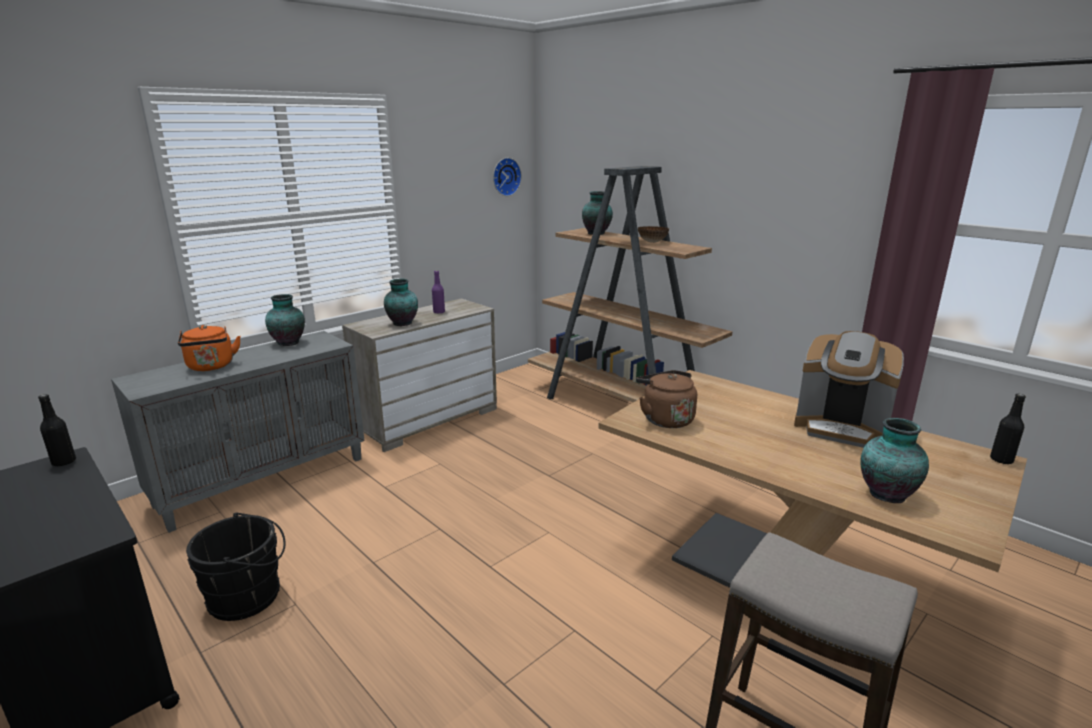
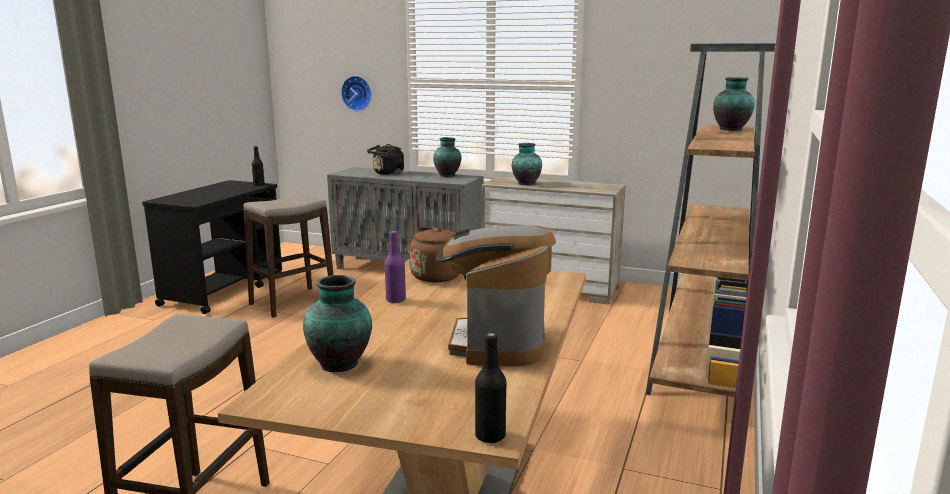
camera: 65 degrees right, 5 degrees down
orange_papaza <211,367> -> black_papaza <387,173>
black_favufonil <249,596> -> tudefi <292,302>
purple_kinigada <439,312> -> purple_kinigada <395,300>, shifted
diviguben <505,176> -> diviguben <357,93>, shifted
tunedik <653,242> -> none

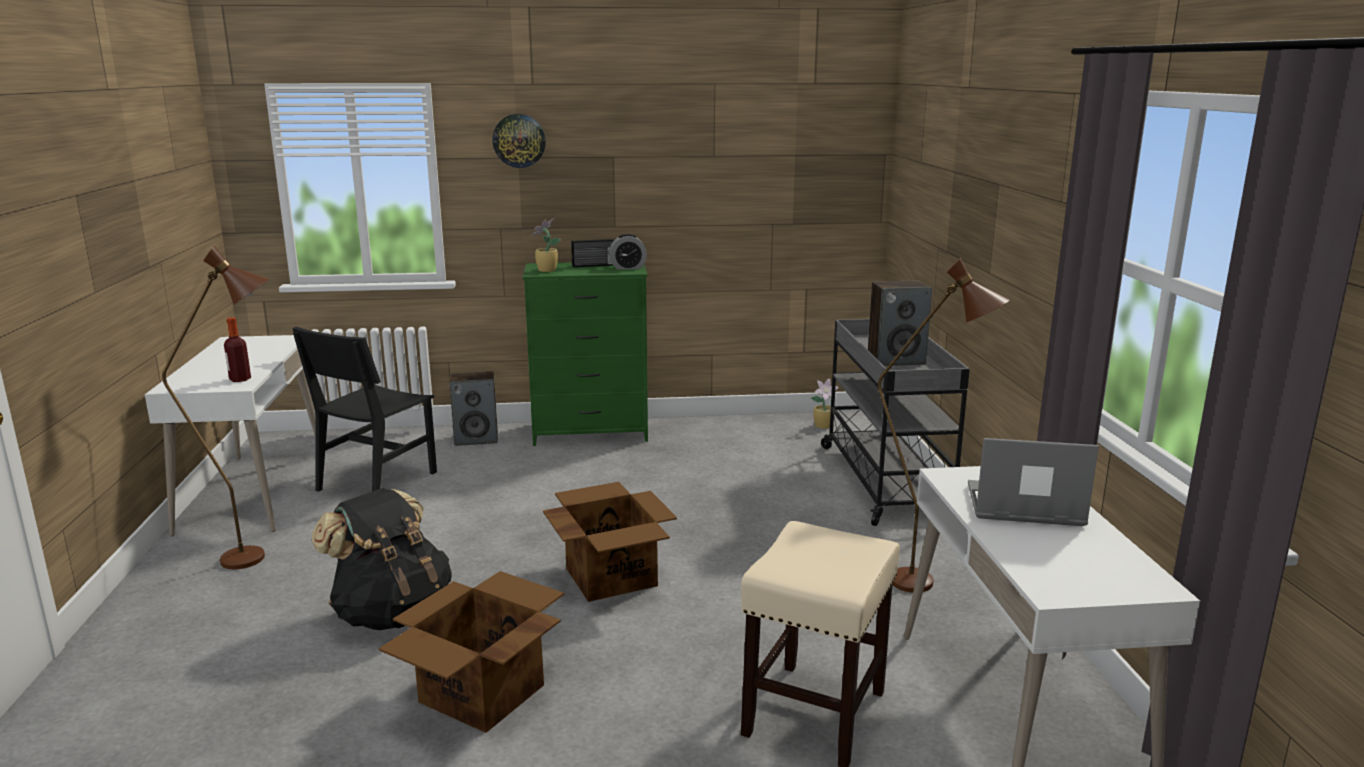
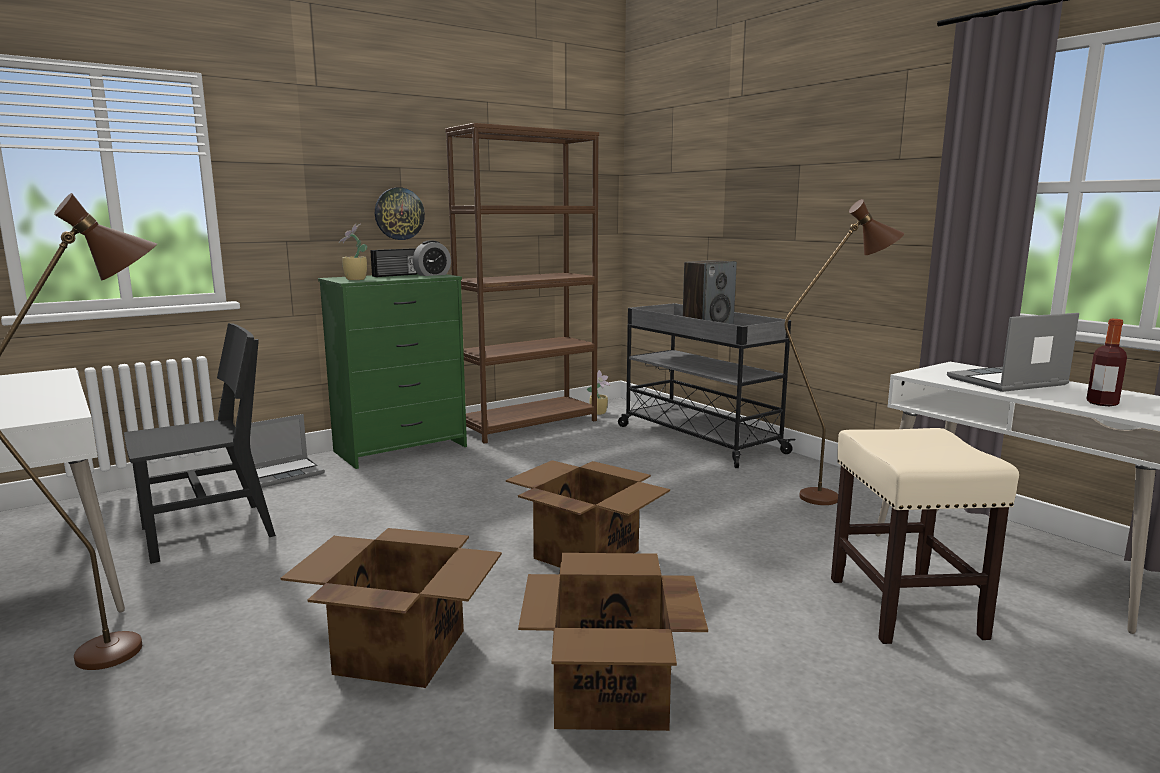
camera: 30 degrees left, 5 degrees down
kinigada <240,379> -> kinigada <1102,403>, shifted
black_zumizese <377,481> -> black_zumizese <208,532>, 120 degrees counterclockwise
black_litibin <392,613> -> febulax <399,651>
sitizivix <477,439> -> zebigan <284,474>
diviguben <519,141> -> diviguben <399,213>, shifted
none -> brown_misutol <529,425>

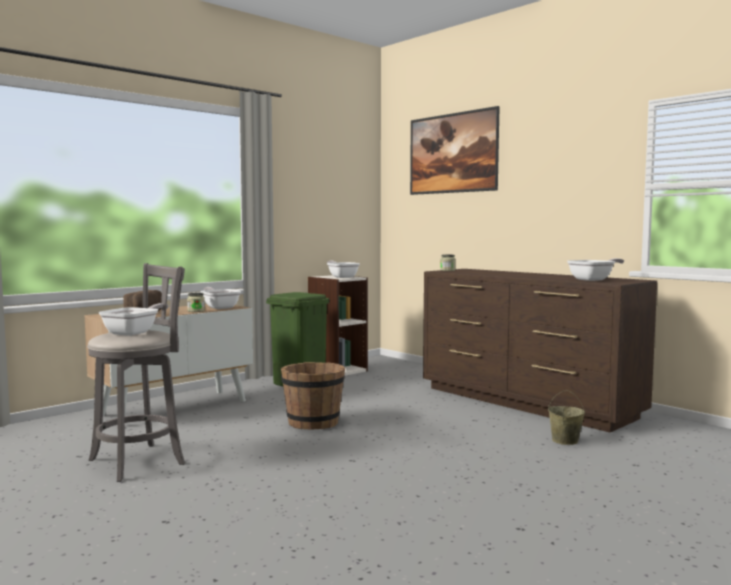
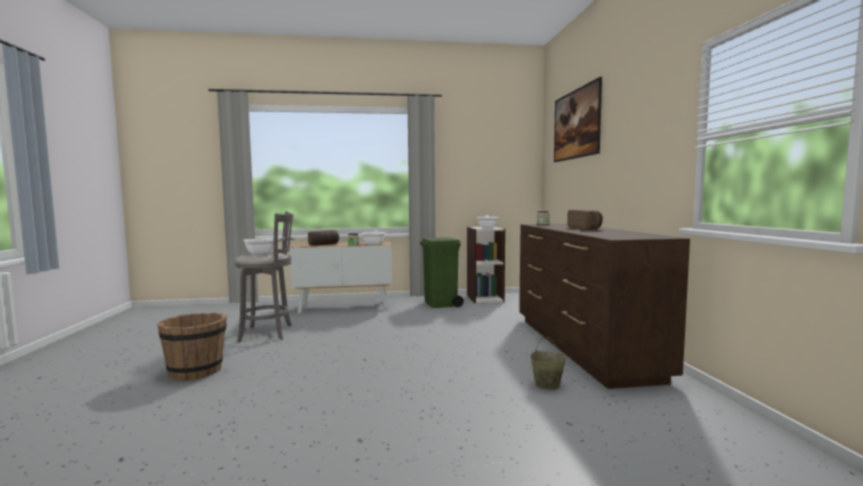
camera: 35 degrees right, 0 degrees up
brown_favufonil <313,423> -> brown_favufonil <196,371>, shifted
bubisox <594,279> -> none
none -> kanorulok <585,228>

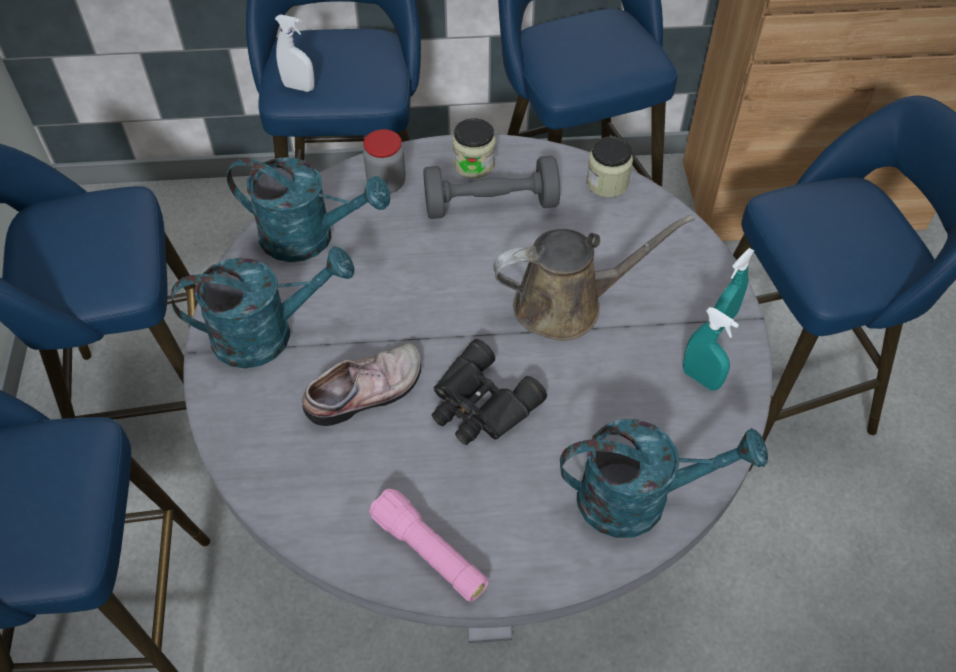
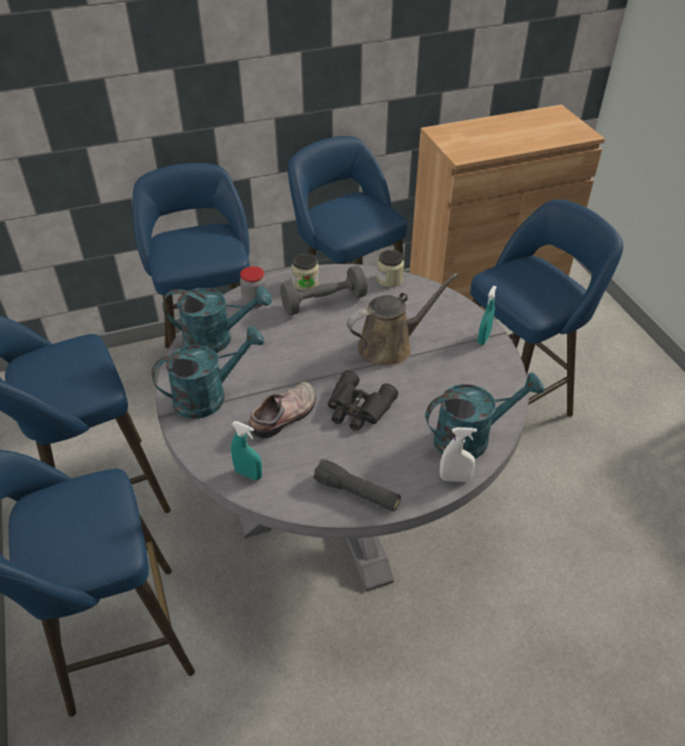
camera: 15 degrees left, 10 degrees down
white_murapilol <299,87> -> white_murapilol <455,478>, shifted
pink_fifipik <429,552> -> black_fifipik <357,493>
turquoise_murapilol <701,378> -> turquoise_murapilol <248,474>, shifted

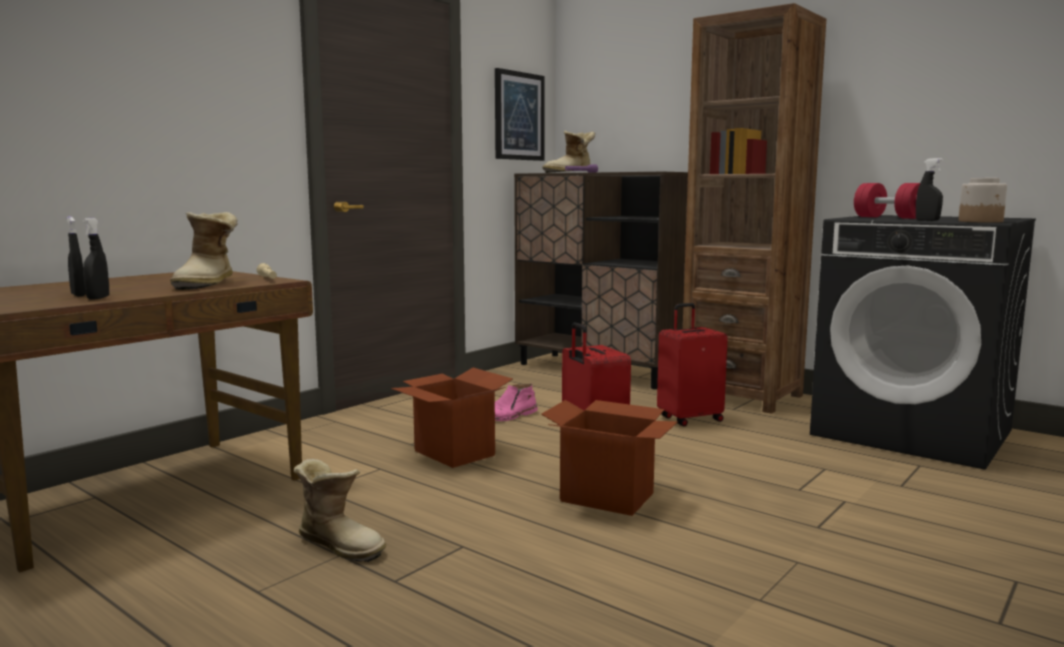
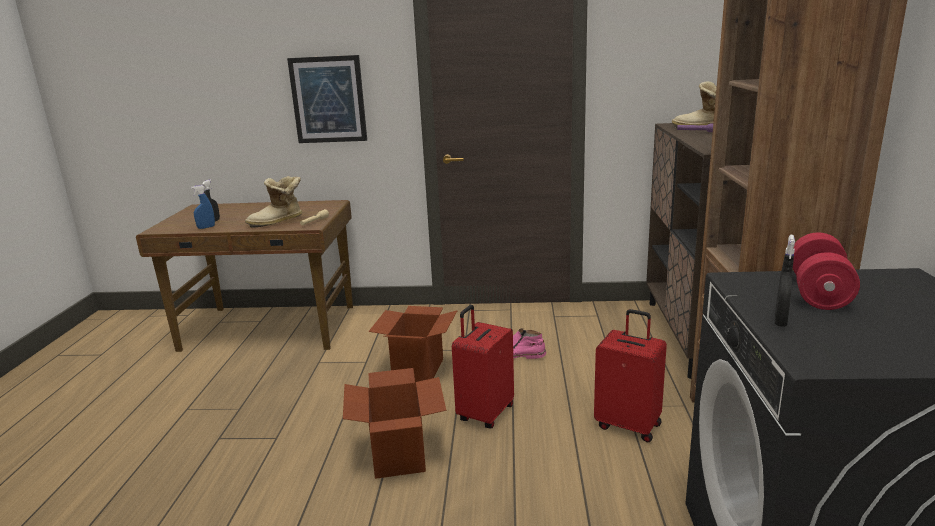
camera: 55 degrees right, 10 degrees up
black_murapilol <98,298> -> blue_murapilol <206,227>
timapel <341,544> -> none
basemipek <519,116> -> basemipek <328,99>, shifted
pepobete <981,221> -> none

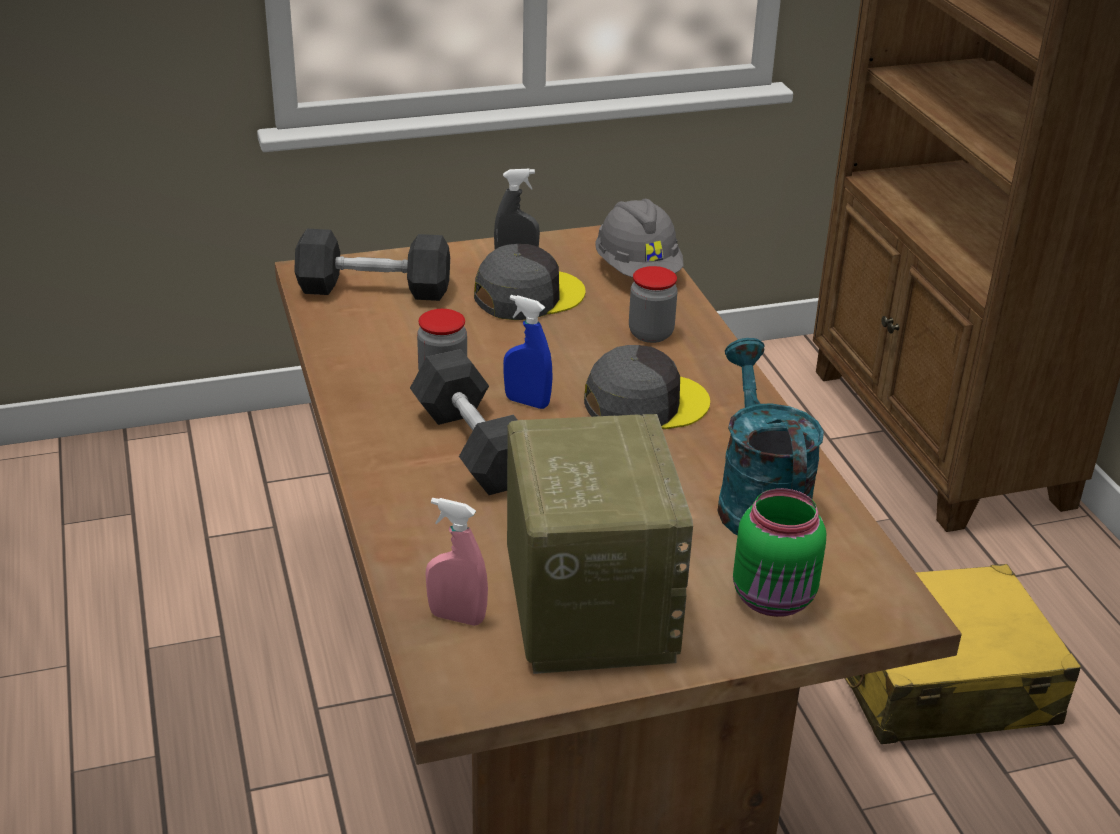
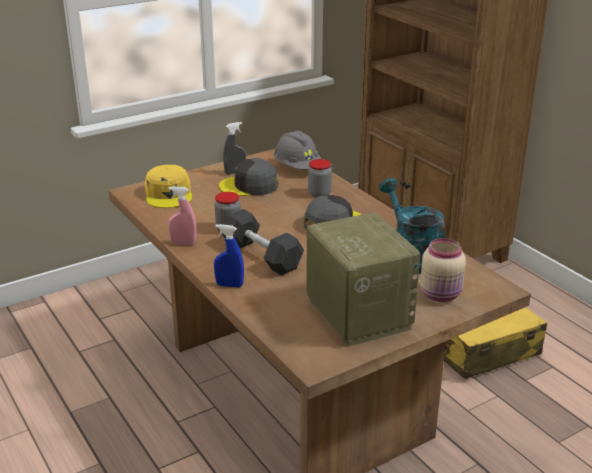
camera: 15 degrees left, 5 degrees down
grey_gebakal <374,289> -> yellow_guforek <169,194>
pink_murapilol <457,617> -> pink_murapilol <183,243>, shifted
grey_guforek <528,295> -> grey_guforek <249,186>, 135 degrees counterclockwise
blue_murapilol <527,402> -> blue_murapilol <229,285>, shifted
green_pepobete <775,599> -> beige_pepobete <441,295>

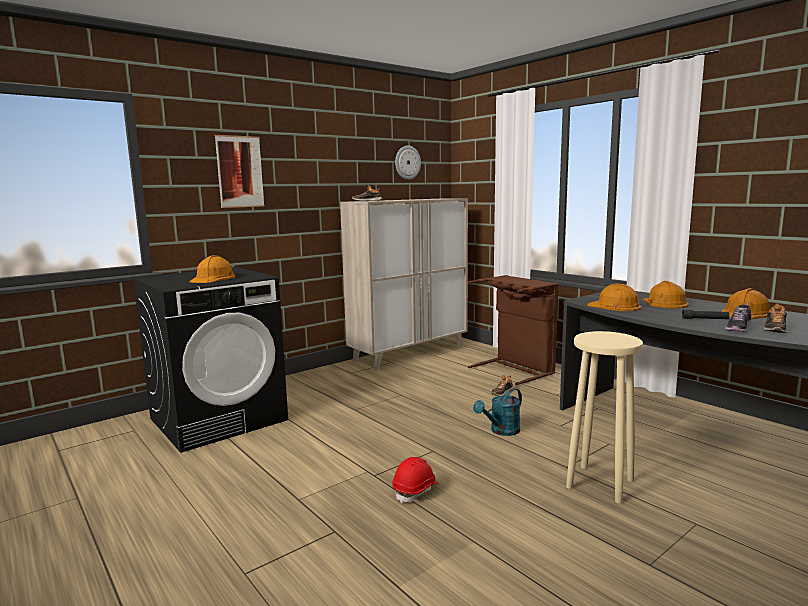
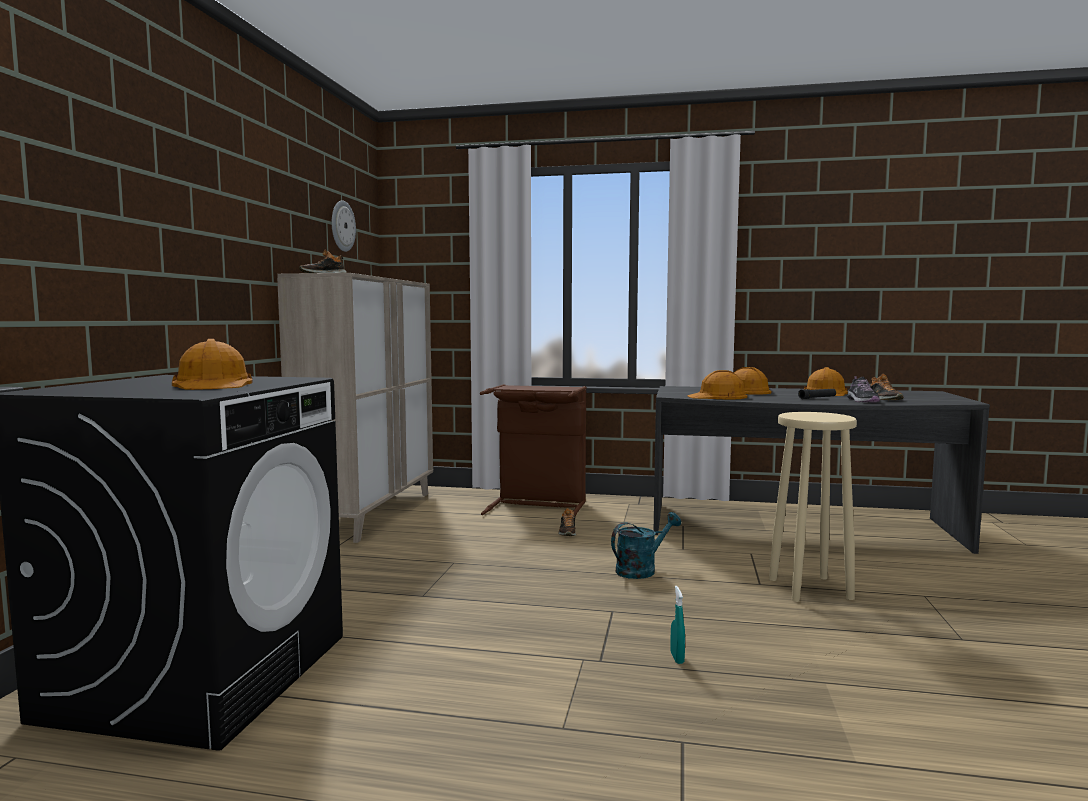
camera: 40 degrees left, 5 degrees down
basemipek <240,171> -> none
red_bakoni <415,490> -> turquoise_murapilol <677,658>
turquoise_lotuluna <501,431> -> turquoise_lotuluna <641,570>, 135 degrees counterclockwise

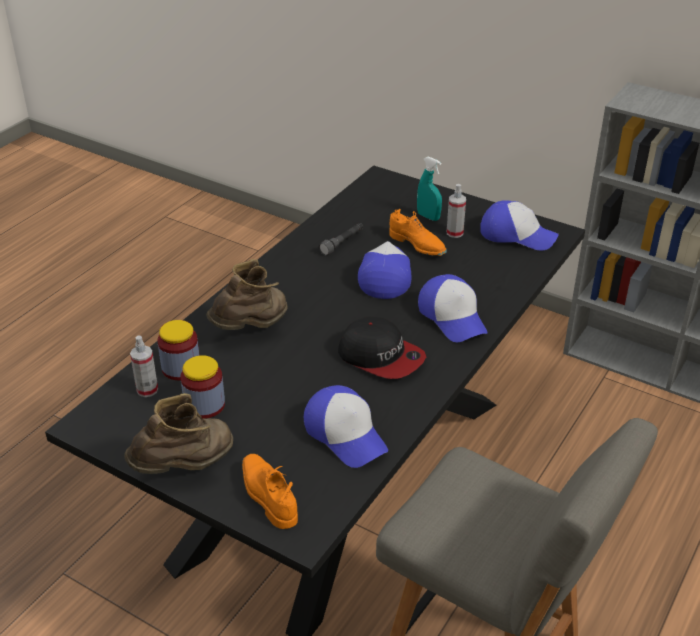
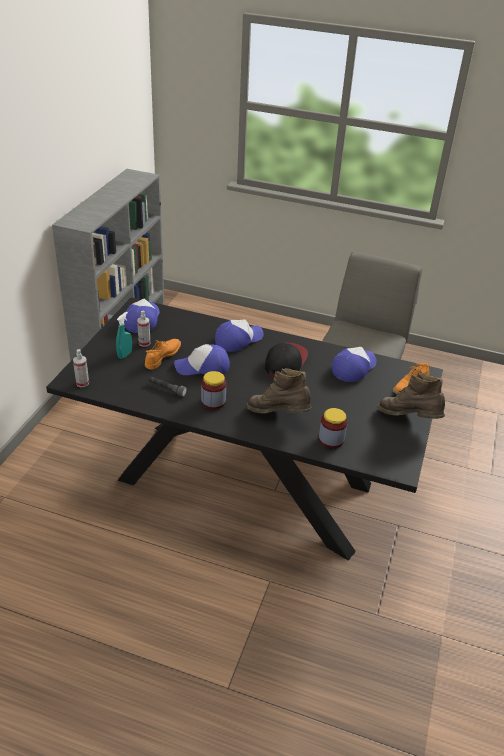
camera: 105 degrees left, 0 degrees up
murapilol <147,390> -> murapilol <82,383>, shifted
pepobete <204,405> -> pepobete <213,401>, shifted

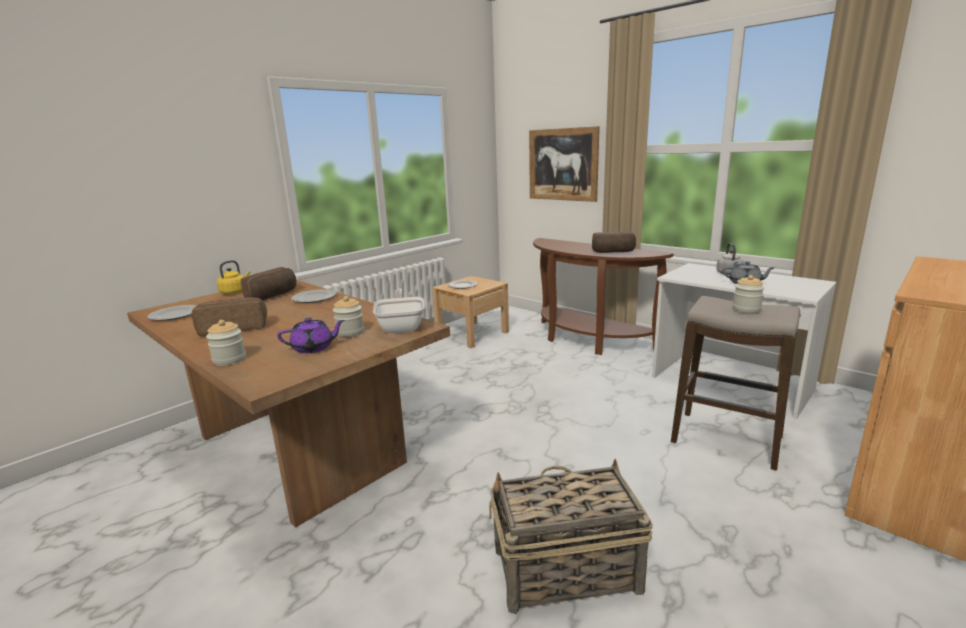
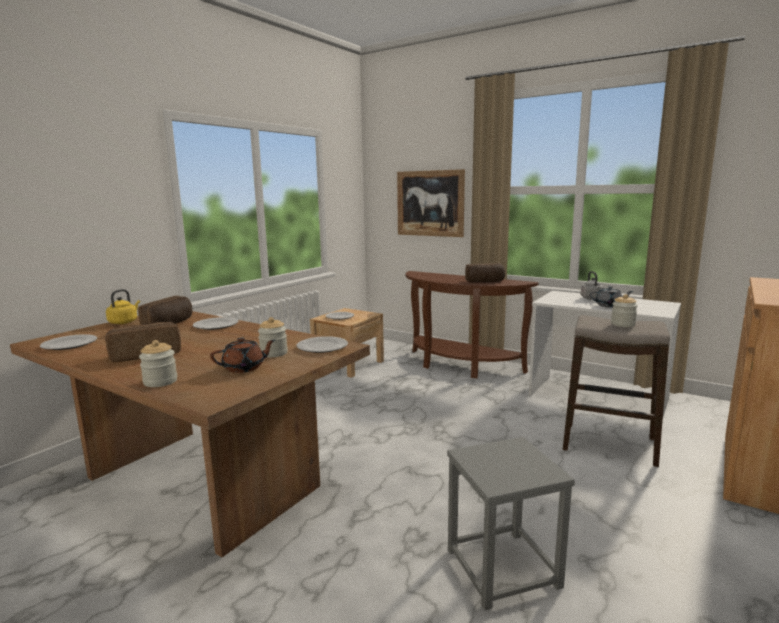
camera: 10 degrees left, 5 degrees down
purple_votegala <313,348> -> brown_votegala <244,368>
bubisox <401,326> -> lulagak <323,346>
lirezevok <564,570> -> grey_tudefi <503,569>

